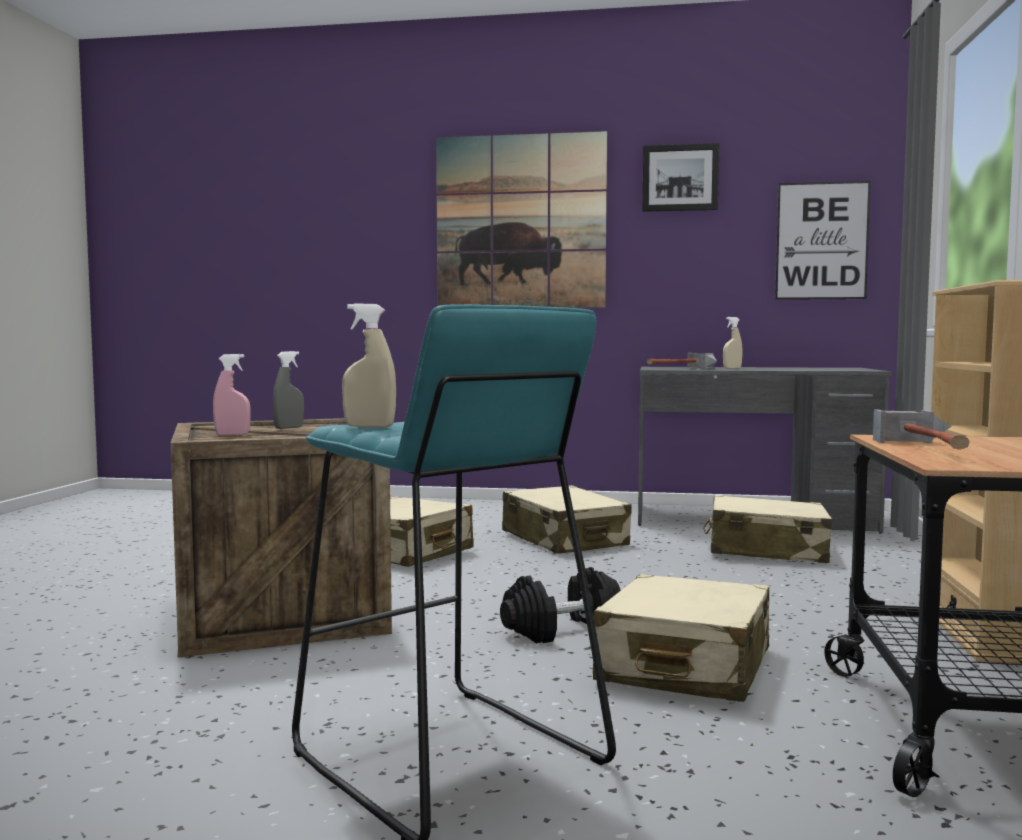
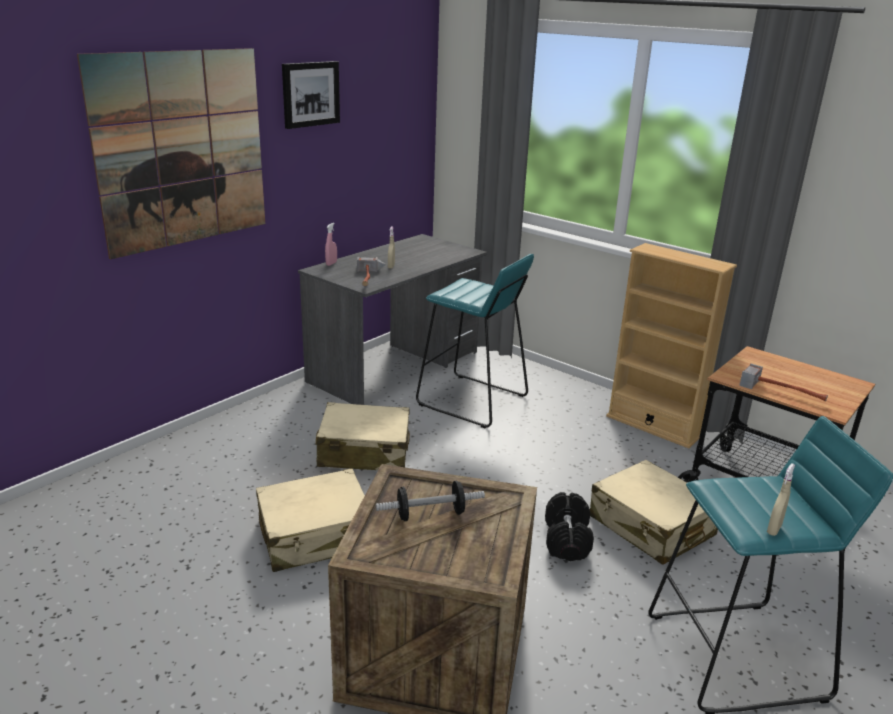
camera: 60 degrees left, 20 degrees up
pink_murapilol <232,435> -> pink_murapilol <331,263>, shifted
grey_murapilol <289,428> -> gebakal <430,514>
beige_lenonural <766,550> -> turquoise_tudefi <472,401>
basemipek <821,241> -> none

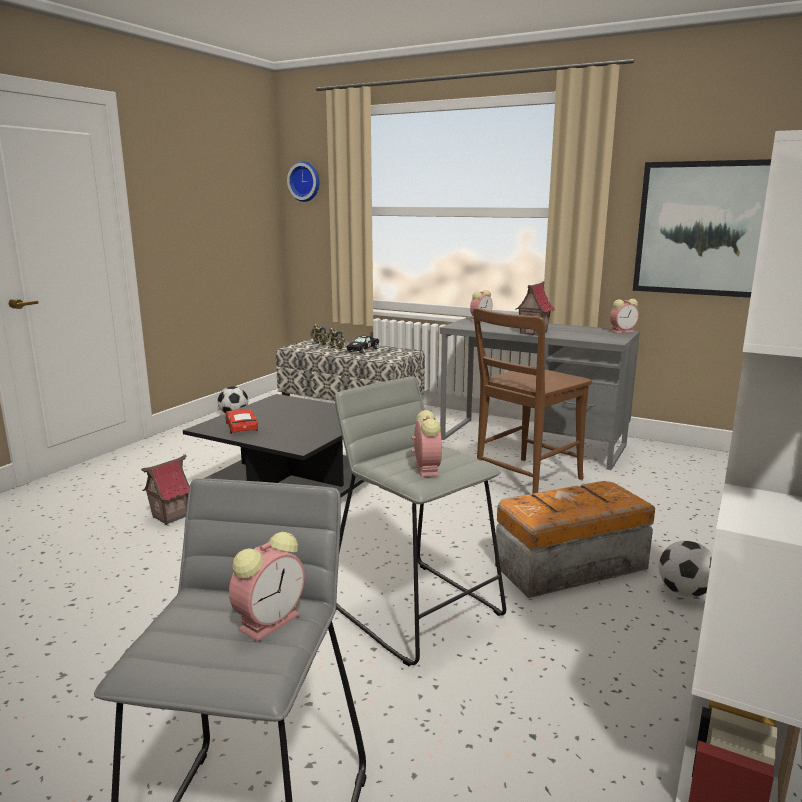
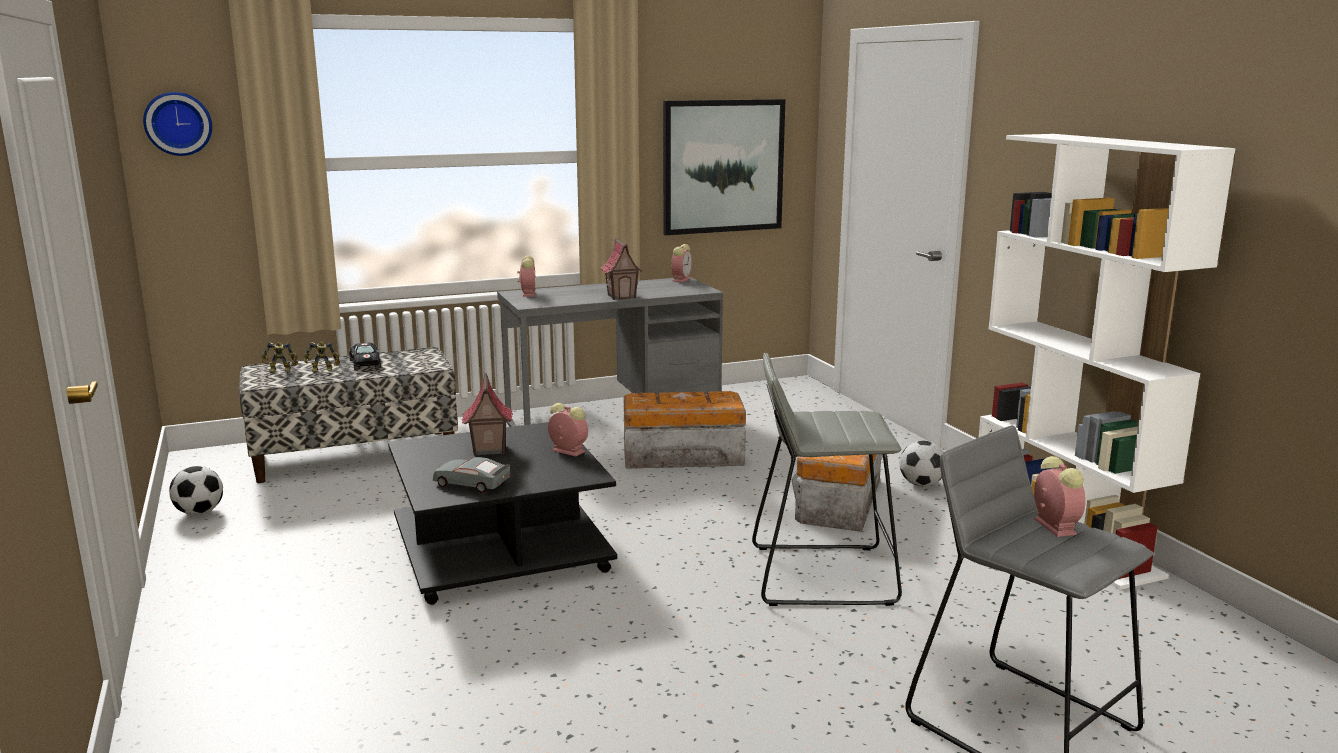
camera: 50 degrees left, 0 degrees up
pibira <170,517> -> pibira <488,449>, shifted
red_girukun <241,427> -> grey_girukun <472,483>
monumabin <426,469> -> monumabin <567,451>, shifted
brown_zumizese <524,481> -> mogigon <681,456>

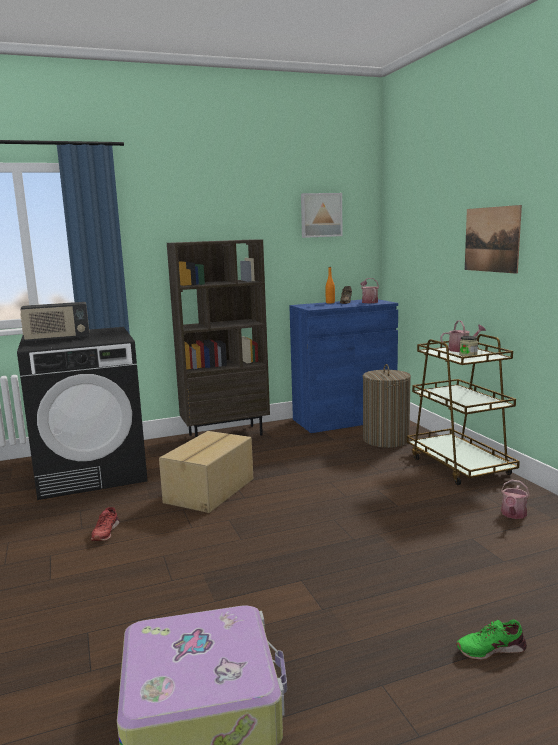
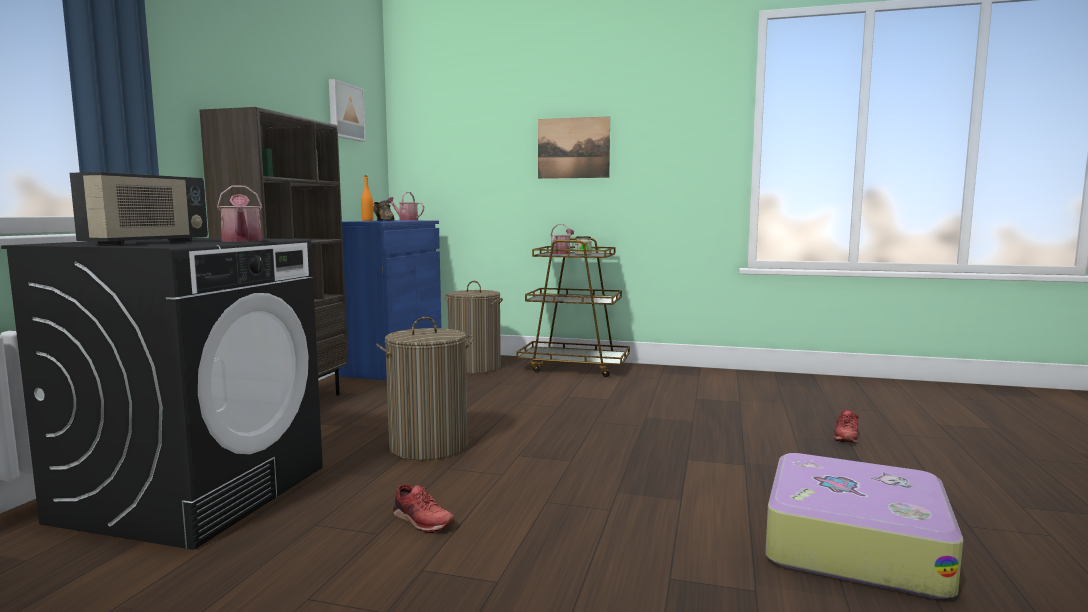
camera: 55 degrees left, 5 degrees down
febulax <211,491> -> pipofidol <429,446>
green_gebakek <490,648> -> red_gebakek <845,436>
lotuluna <513,515> -> lotuluna <242,241>, shifted

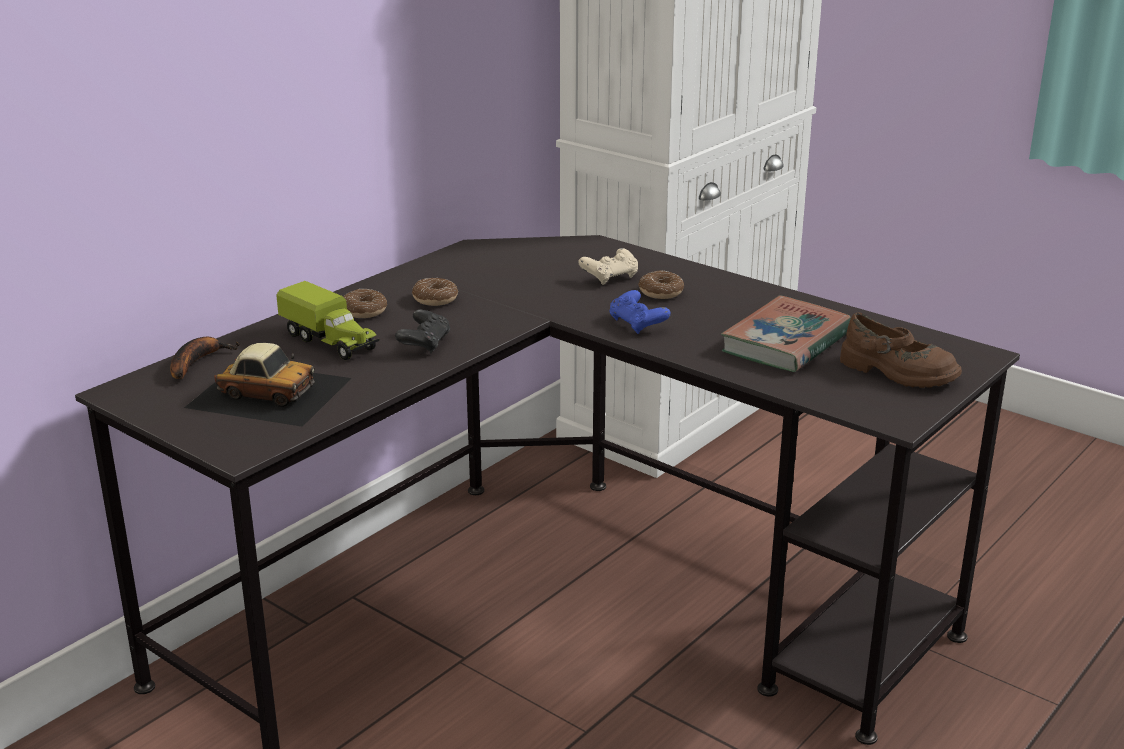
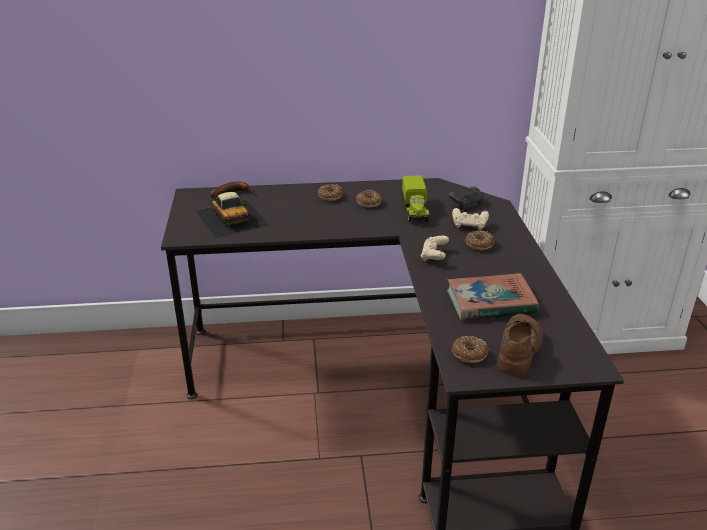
camera: 45 degrees right, 5 degrees up
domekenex <330,342> -> domekenex <415,210>, shifted
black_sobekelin <424,344> -> black_sobekelin <466,204>, shifted
blue_sobekelin <637,324> -> beige_sobekelin <434,256>
brown_gebakek <897,372> -> brown_gebakek <519,350>, 150 degrees counterclockwise
none -> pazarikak <469,354>

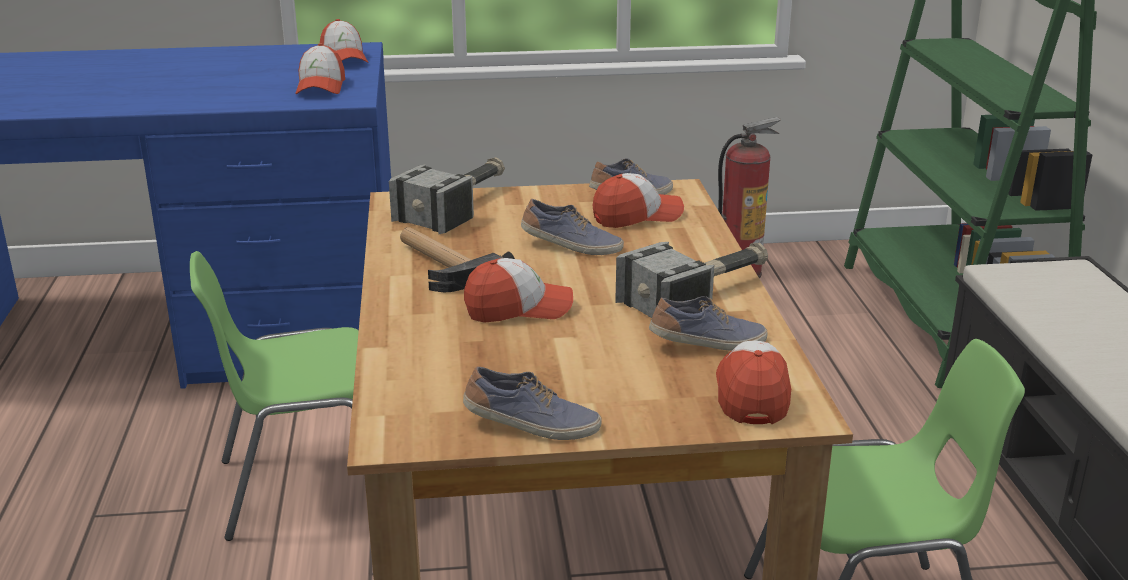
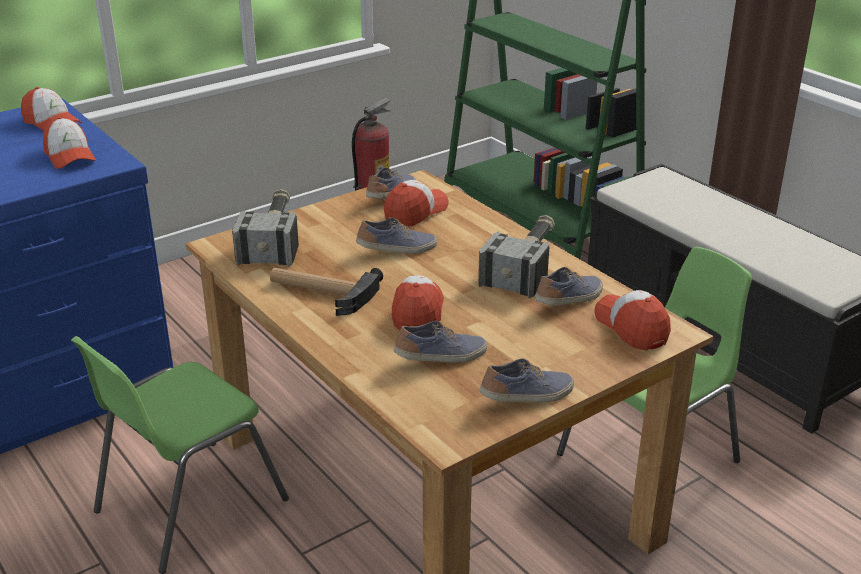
camera: 30 degrees left, 5 degrees up
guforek <518,309> -> guforek <418,311>, 45 degrees counterclockwise
none -> gebakek <441,358>

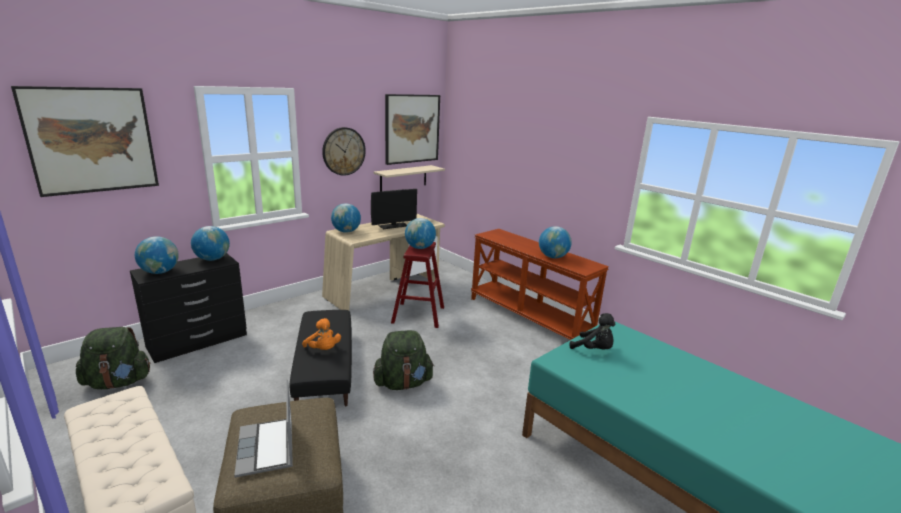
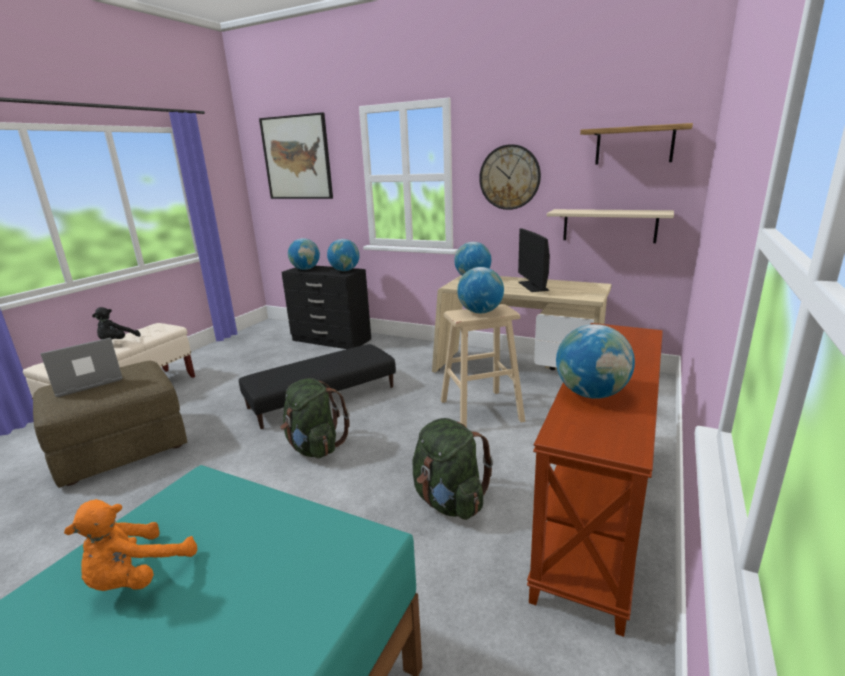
camera: 70 degrees right, 0 degrees up
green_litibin <118,382> -> green_litibin <449,501>, shifted
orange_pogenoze <323,350> -> orange_pogenoze <137,577>, shifted
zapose <393,226> -> zapose <533,286>, 45 degrees clockwise
basemipek <412,129> -> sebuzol <634,145>
red_tudefi <418,315> -> beige_tudefi <480,410>
black_pogenoze <594,350> -> black_pogenoze <117,342>, shifted

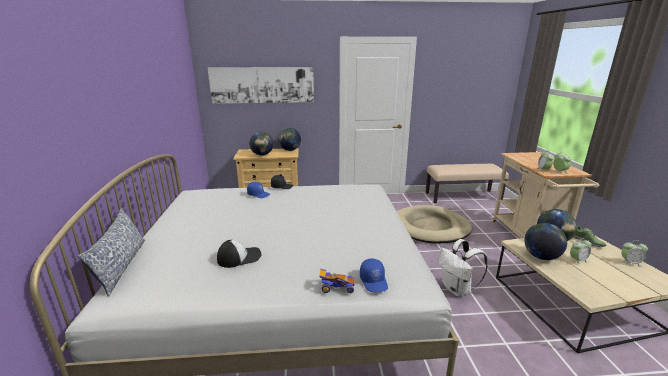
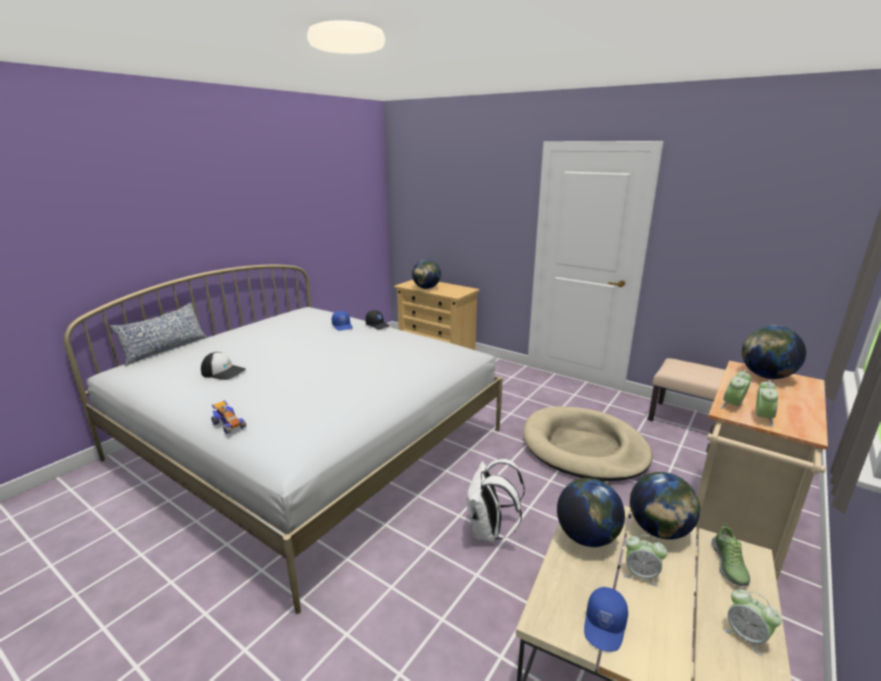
camera: 40 degrees right, 0 degrees up
basemipek <262,85> -> none
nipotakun <290,150> -> nipotakun <766,376>, shifted
blue_guforek <374,281> -> blue_guforek <605,626>, shifted

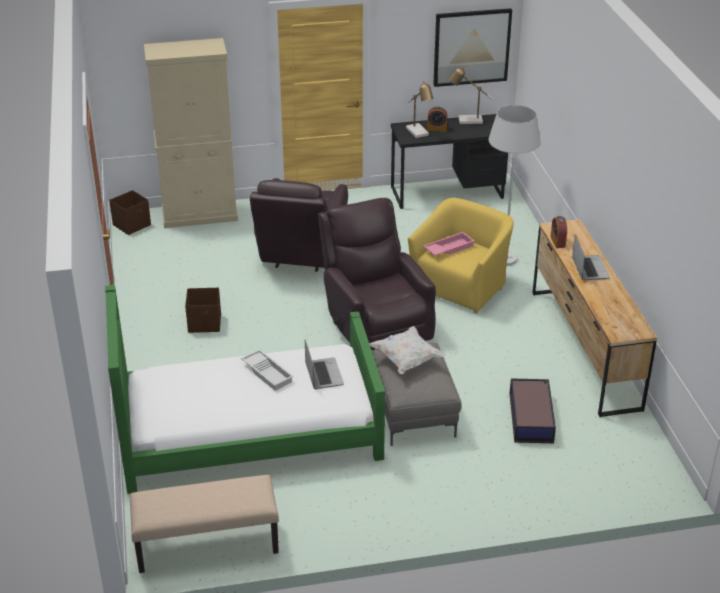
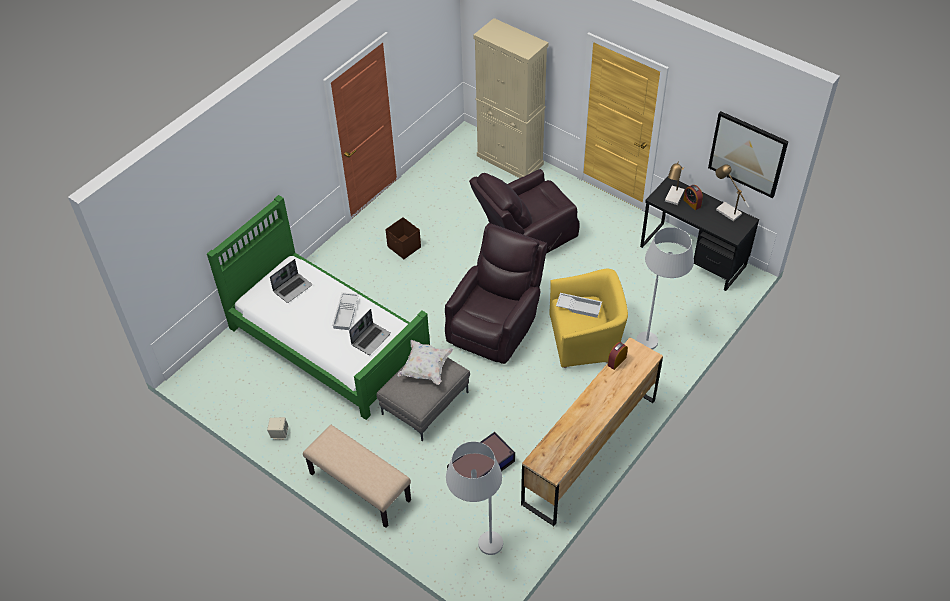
camera: 50 degrees right, 15 degrees up
brown_mogigon <132,225> -> none
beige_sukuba <206,545> -> beige_sukuba <359,487>, shifted
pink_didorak <448,248> -> white_didorak <579,307>
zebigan <589,268> -> zebigan <292,288>, shifted
none -> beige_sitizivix <279,434>
none -> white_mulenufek <476,545>

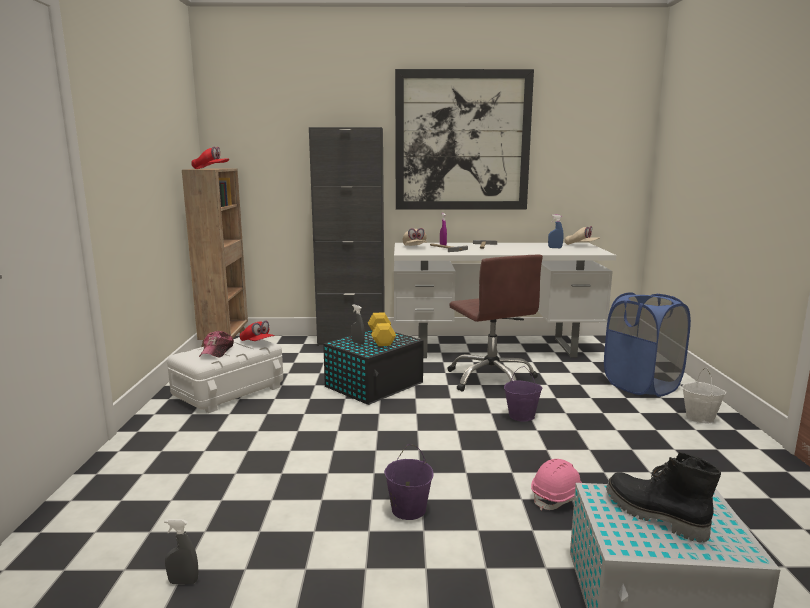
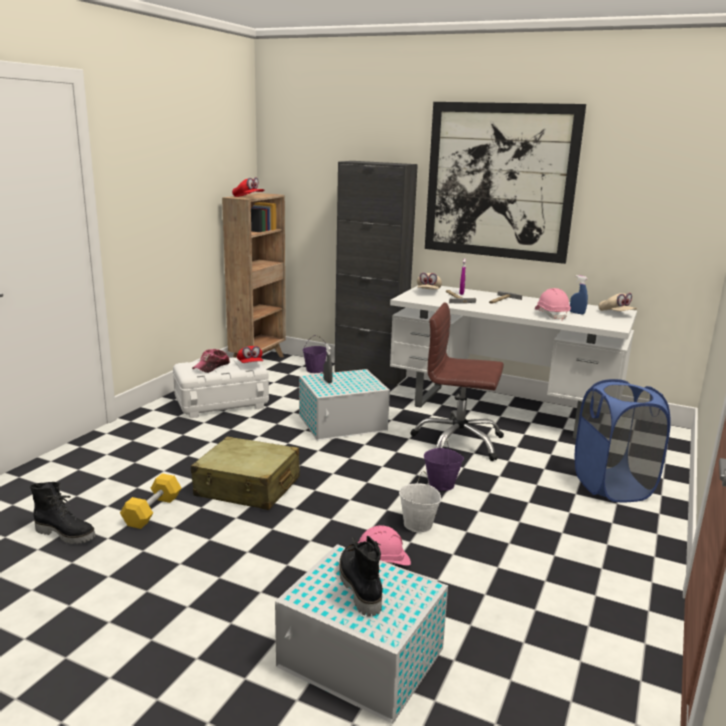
camera: 25 degrees right, 5 degrees up
grey_murapilol <183,582> -> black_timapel <66,534>
black_mogigon <375,384> -> white_mogigon <344,423>
yellow_gebakal <381,338> -> yellow_gebakal <152,511>, shifted
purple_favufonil <408,509> -> purple_favufonil <315,370>, shifted
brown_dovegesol <491,379> -> brown_dovegesol <458,442>, 105 degrees clockwise
white_favufonil <700,418> -> white_favufonil <418,525>, shifted
none -> beige_lenonural <248,487>
none -> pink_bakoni <551,315>

